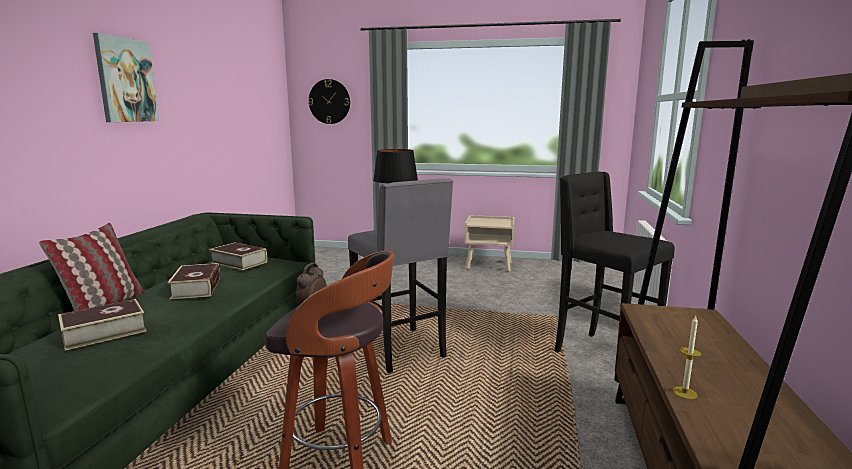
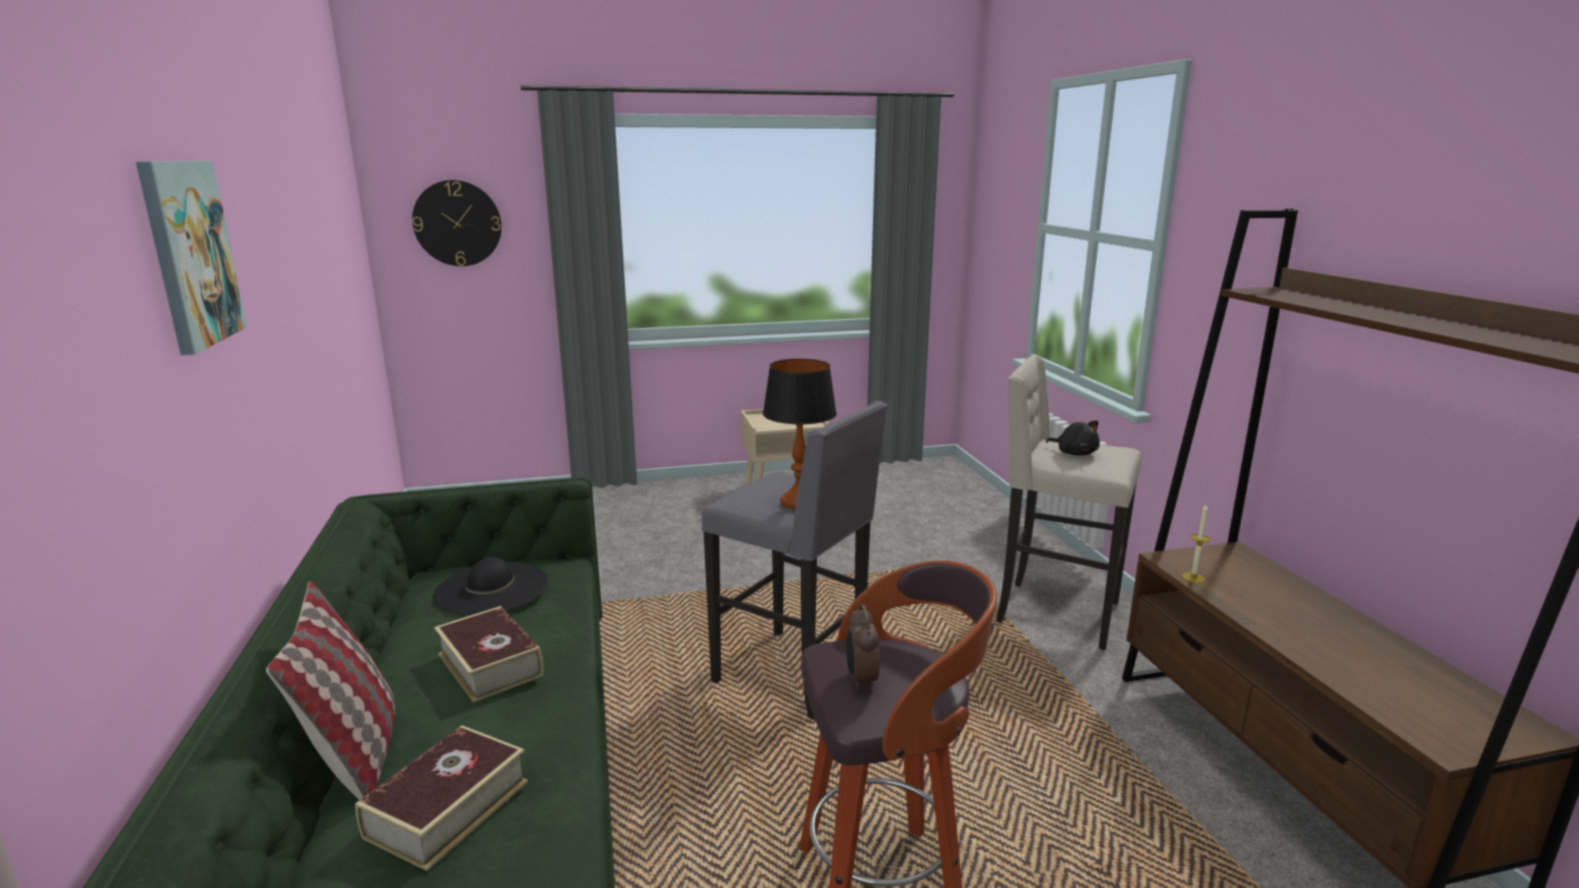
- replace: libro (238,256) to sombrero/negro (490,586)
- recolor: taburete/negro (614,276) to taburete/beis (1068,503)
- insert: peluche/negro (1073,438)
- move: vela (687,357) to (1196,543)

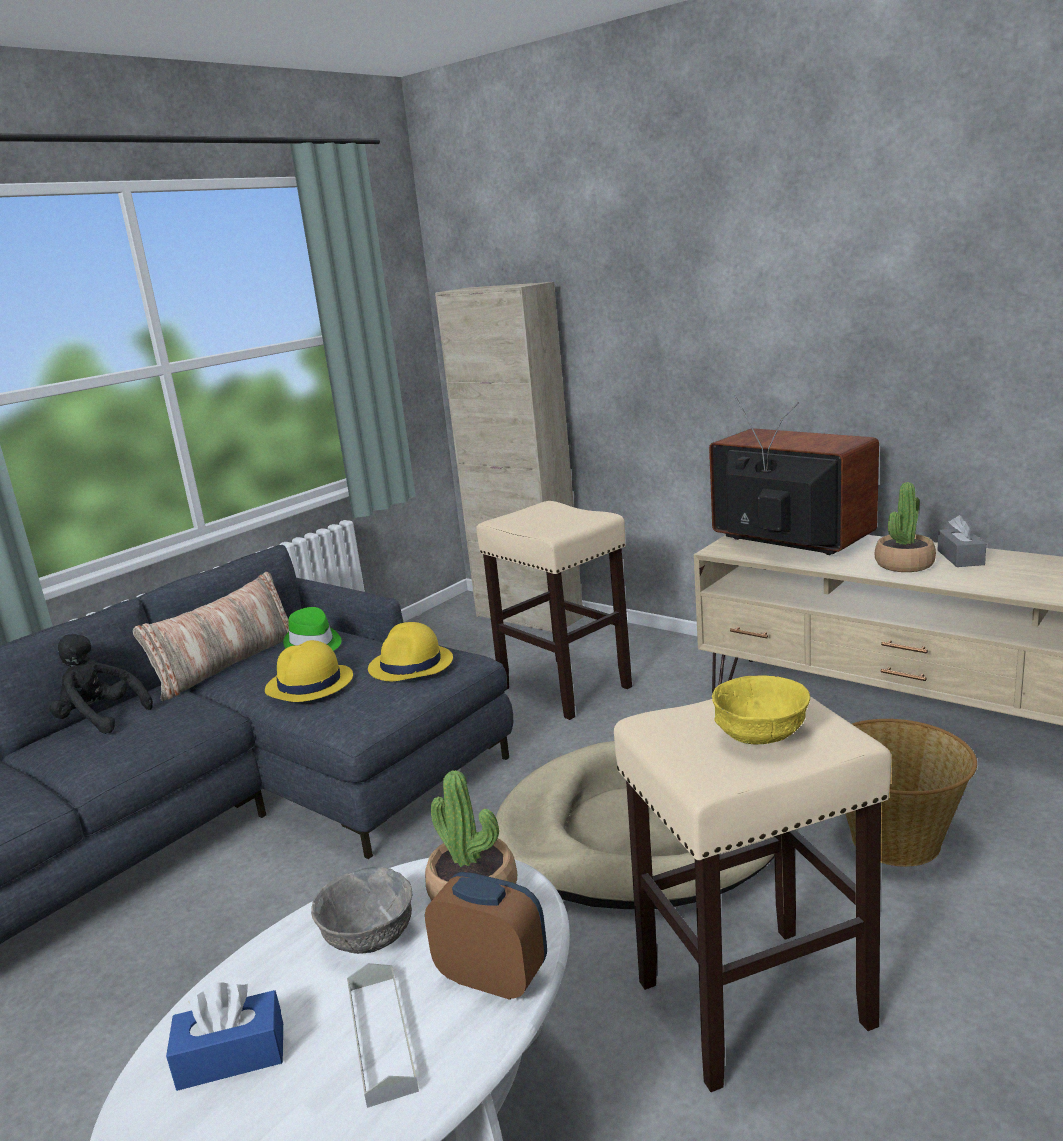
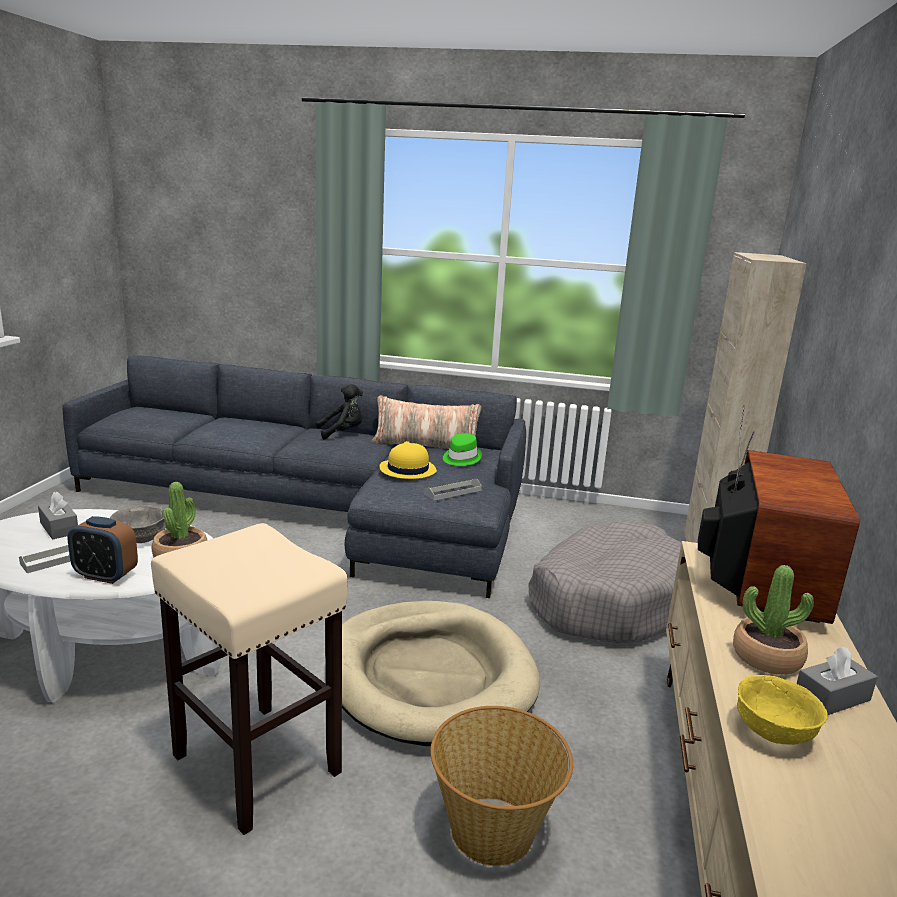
- recolor: caja de pañuelos/azul (224,1036) to caja de pañuelos/gris (58,516)
- rotate: despertador (486,936) = (103,550) 105 degrees clockwise
- rotate: peluche/negro (101,684) = (339,411) 75 degrees clockwise
- replace: sombrero/amarillo (410,651) to bandeja/gris (453,489)
- replace: taburete/beis (554,610) to cama para perro/gris (605,581)
- move: cuenco/amarillo (761,710) to (782,710)

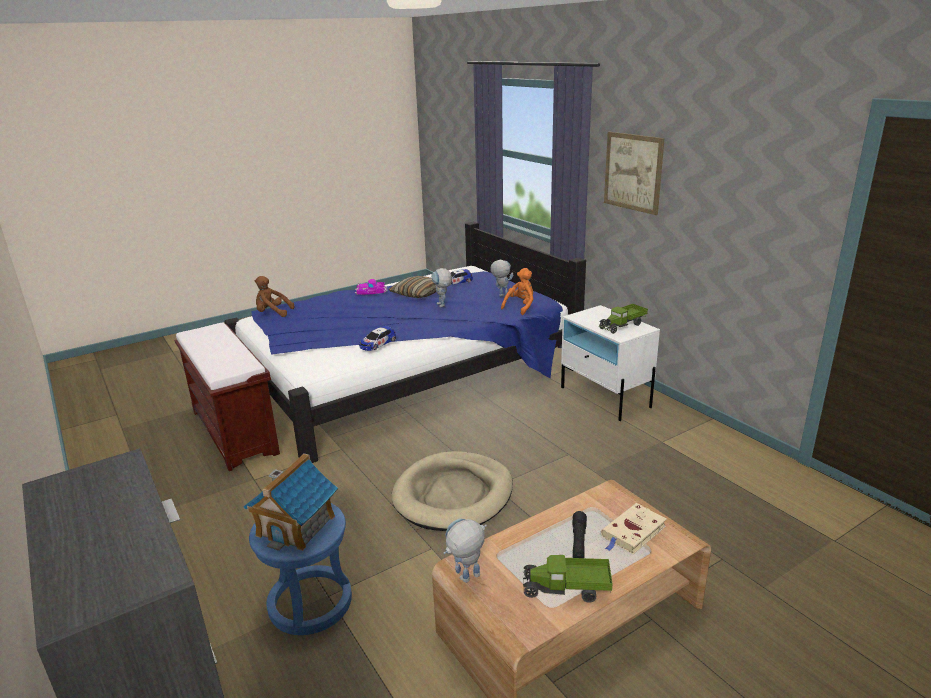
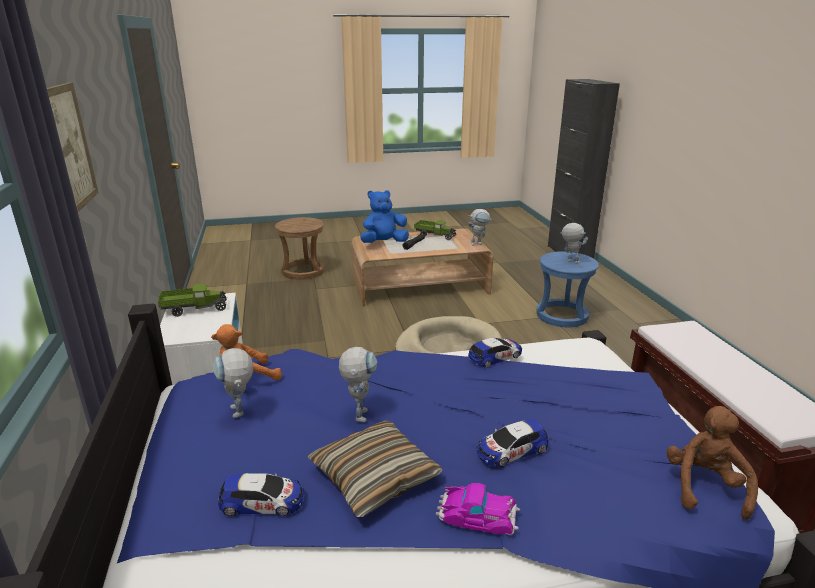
- insert: taburete/marrón (300,248)
- replace: libro/beis (634,528) to peluche/azul (384,216)
- insert: coche de juguete (513,443)
- replace: casita (290,502) to robot de juguete (574,243)
- rotate: peluche/marrón (275,296) = (712,463) 105 degrees counterclockwise

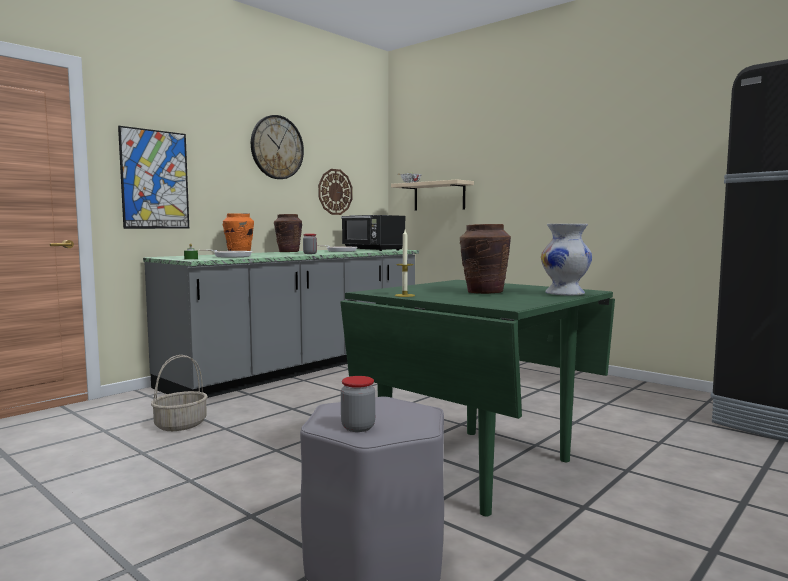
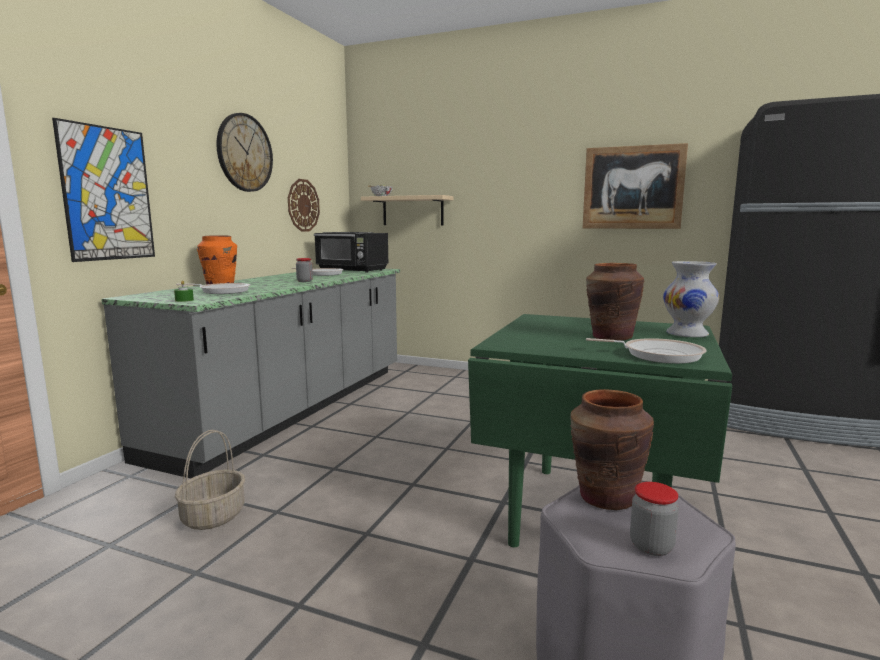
- move: florero/marrón (288,233) to (612,449)
- insert: cuadro (635,186)
- insert: sartén (646,351)
- delete: vela (405,263)

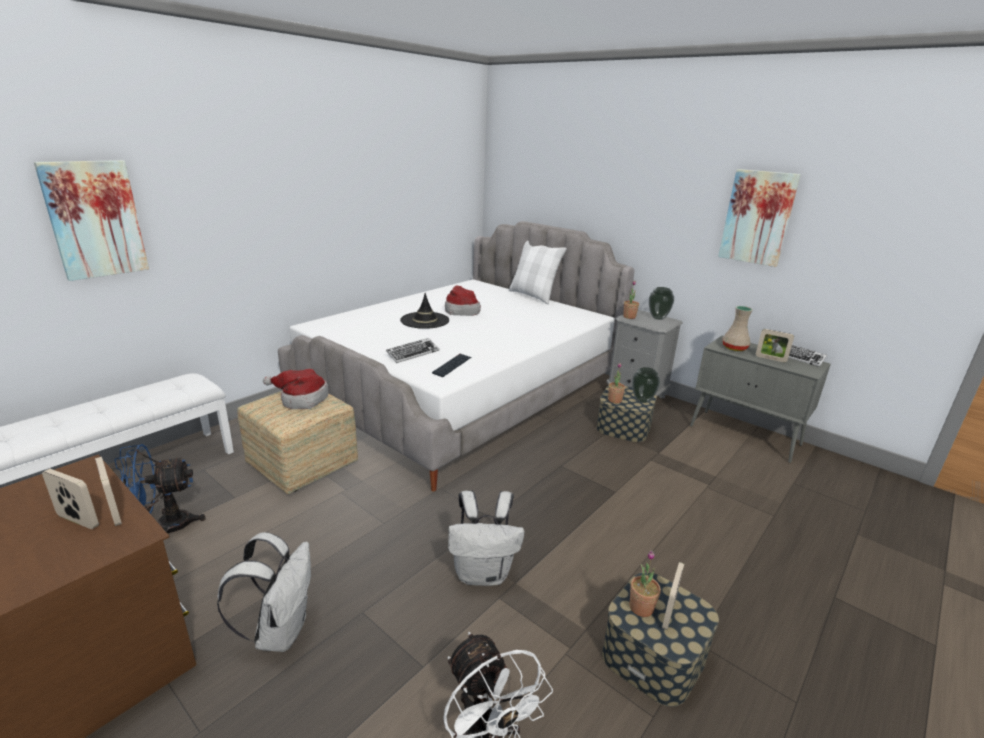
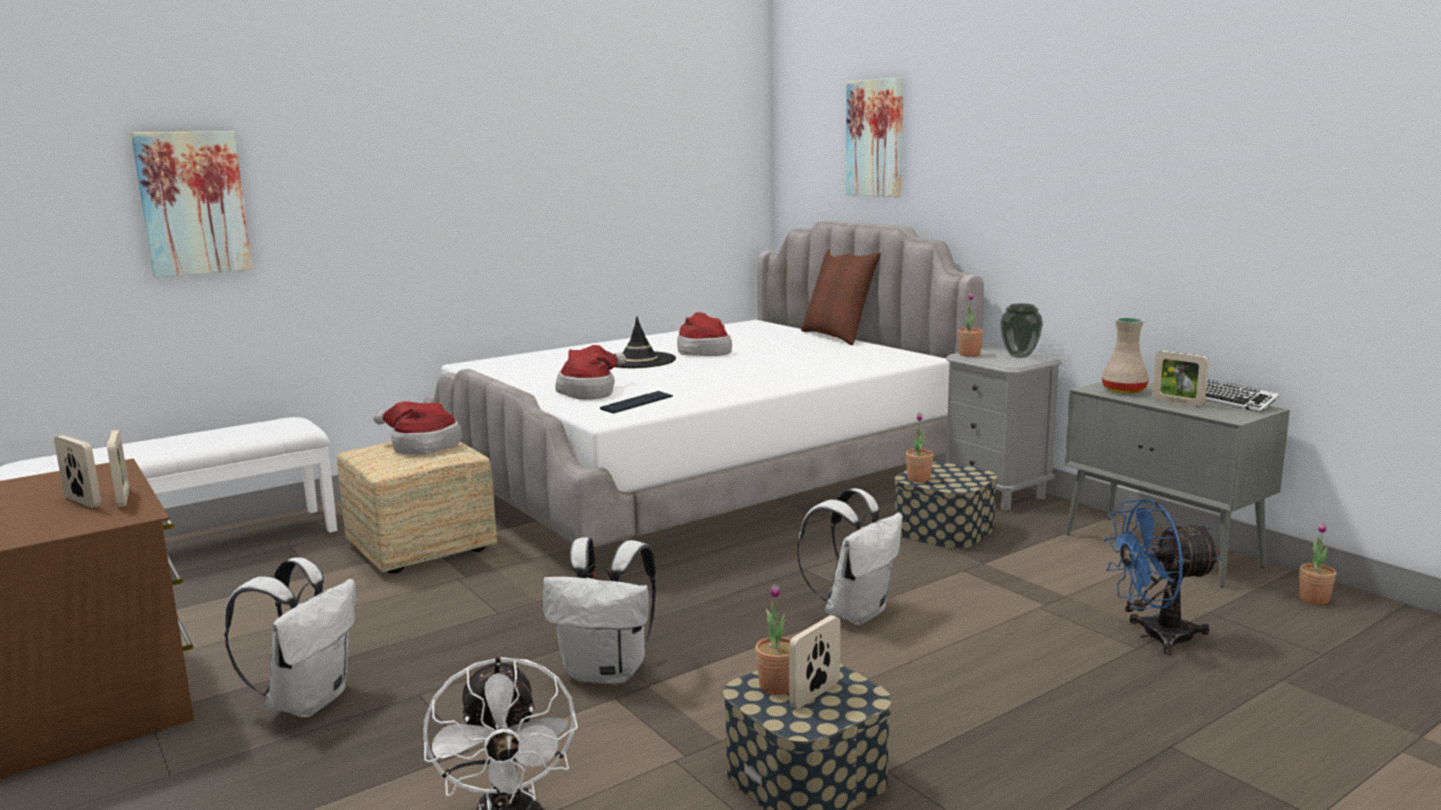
- replace: teclado (412,350) to sombrero (590,372)
- insert: mochila/blanco (850,556)
- recolor: cojín/blanco (538,272) to cojín/marrón (841,297)
- move: cuadro (759,218) to (874,137)
- move: ventilador/azul (160,489) to (1162,577)
- insert: planta en maceta (1317,564)
- delete: florero (646,385)

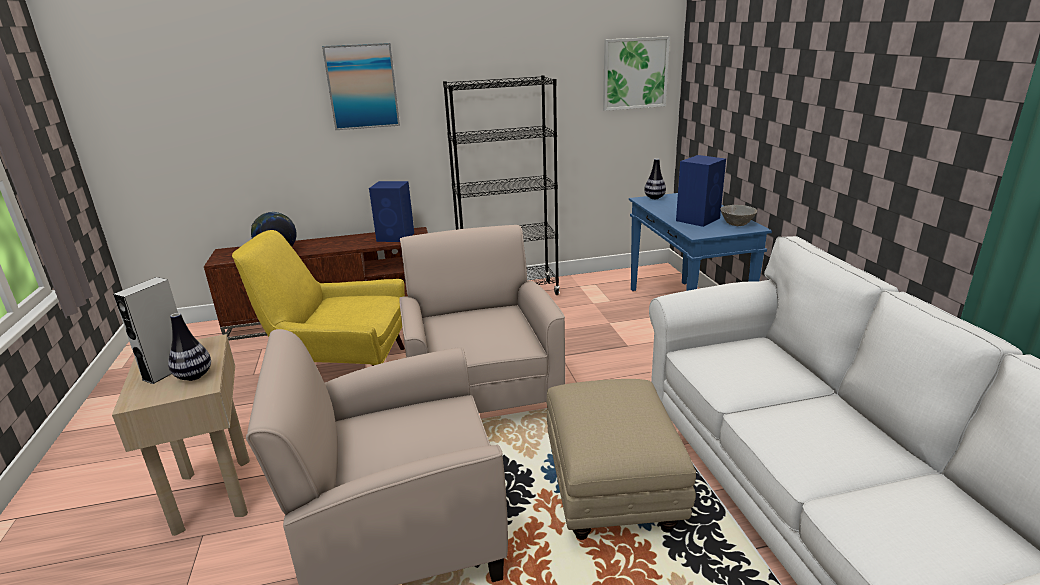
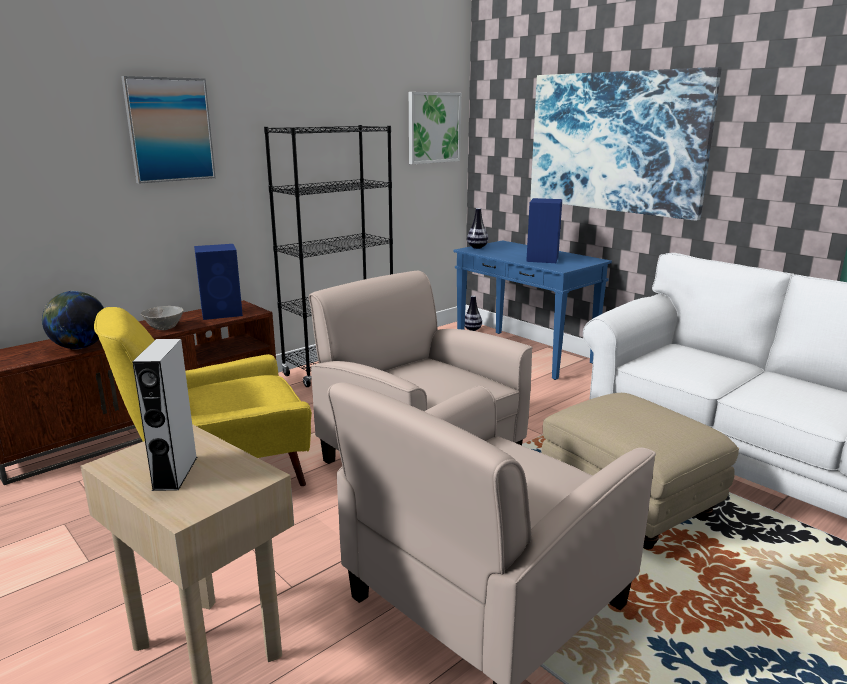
- move: cuenco/gris (738,215) to (162,318)
- move: florero (189,347) to (473,313)
- insert: cuadro (625,144)

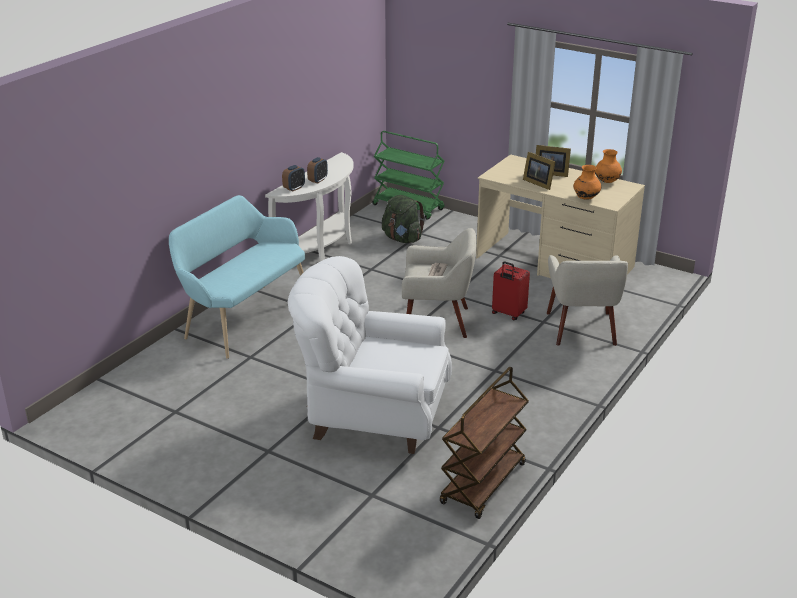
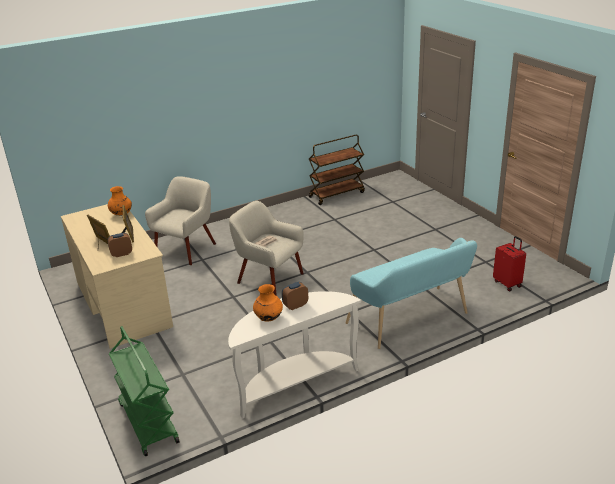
- move: despertador (293,178) to (119,245)
- move: florero/naranja (608,166) to (268,303)
- move: maleta/rojo (511,290) to (509,263)
- delete: sillón/blanco (370,355)
- delete: mochila/verde (403,219)

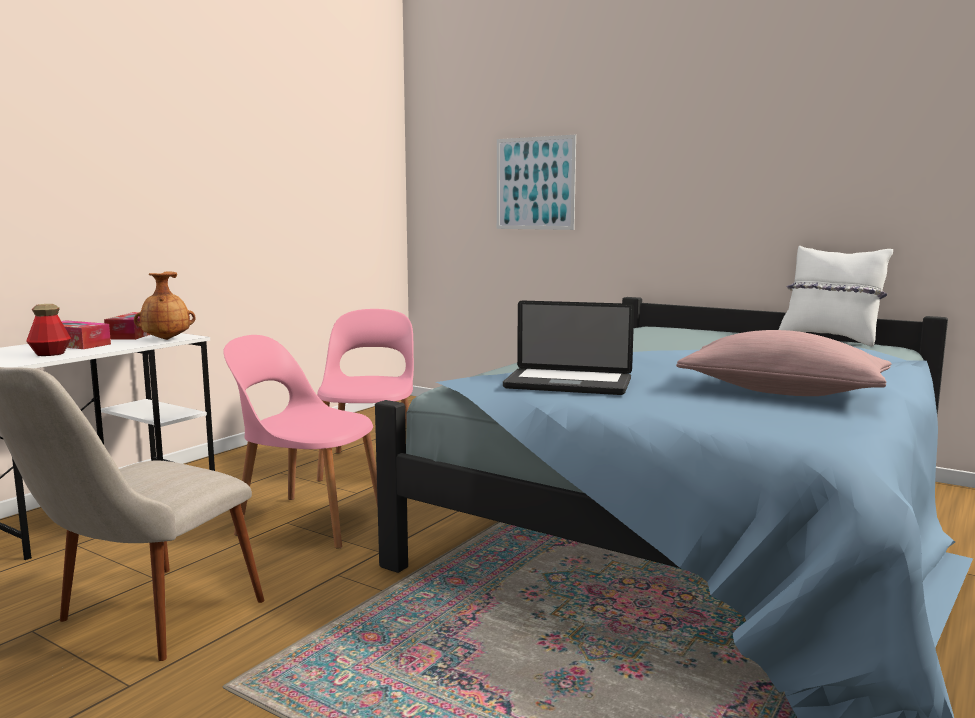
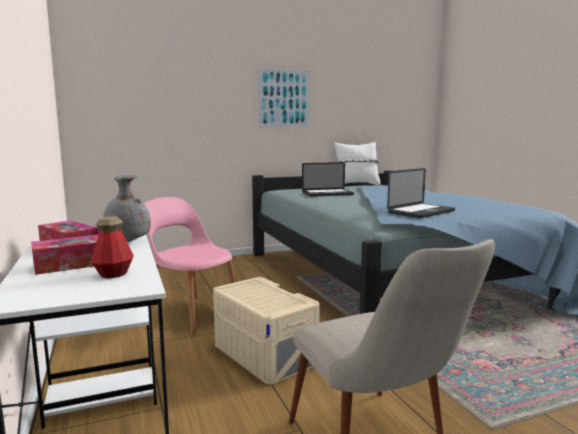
- recolor: florero/marrón (165,305) to florero/gris (127,208)
- replace: silla/rosa (300,442) to caja de almacenaje/beis (266,331)
- move: cuadro (536,182) to (283,97)
- insert: portátil (328,179)
- delete: cojín/rosa (784,363)

